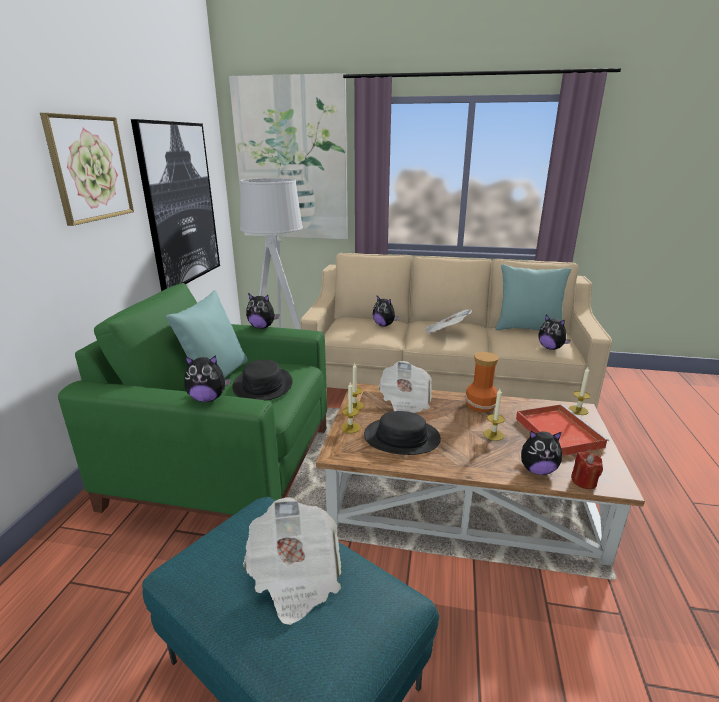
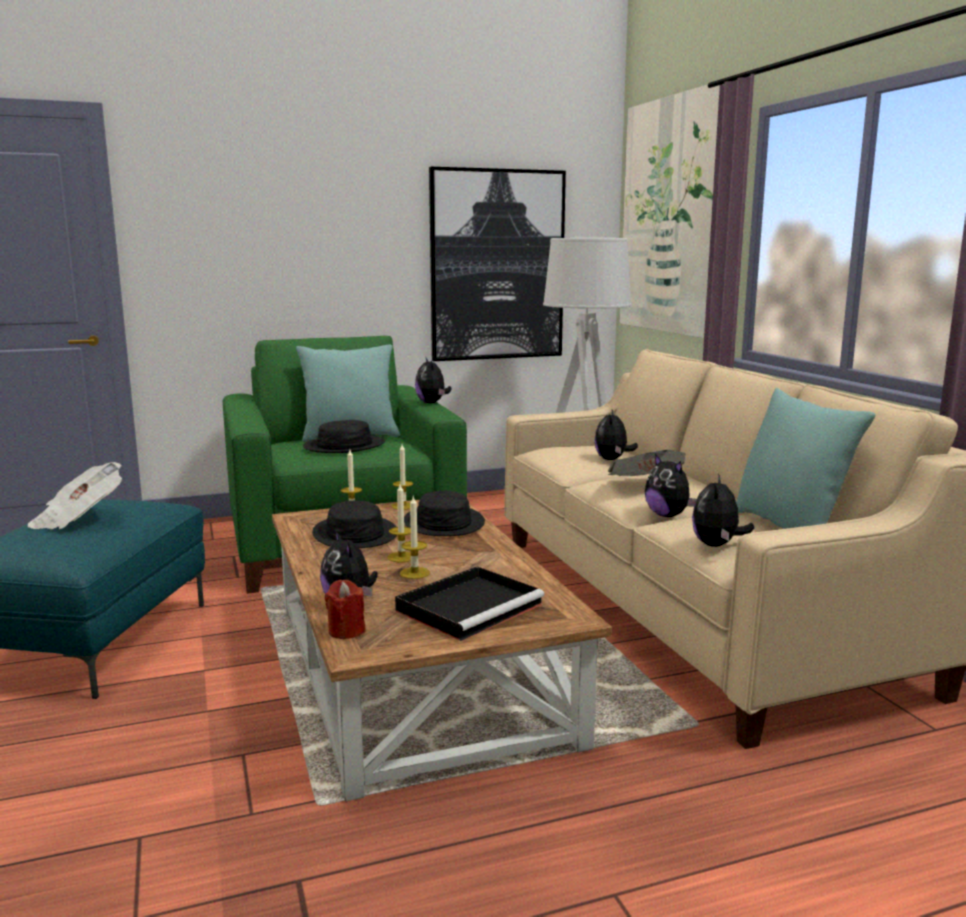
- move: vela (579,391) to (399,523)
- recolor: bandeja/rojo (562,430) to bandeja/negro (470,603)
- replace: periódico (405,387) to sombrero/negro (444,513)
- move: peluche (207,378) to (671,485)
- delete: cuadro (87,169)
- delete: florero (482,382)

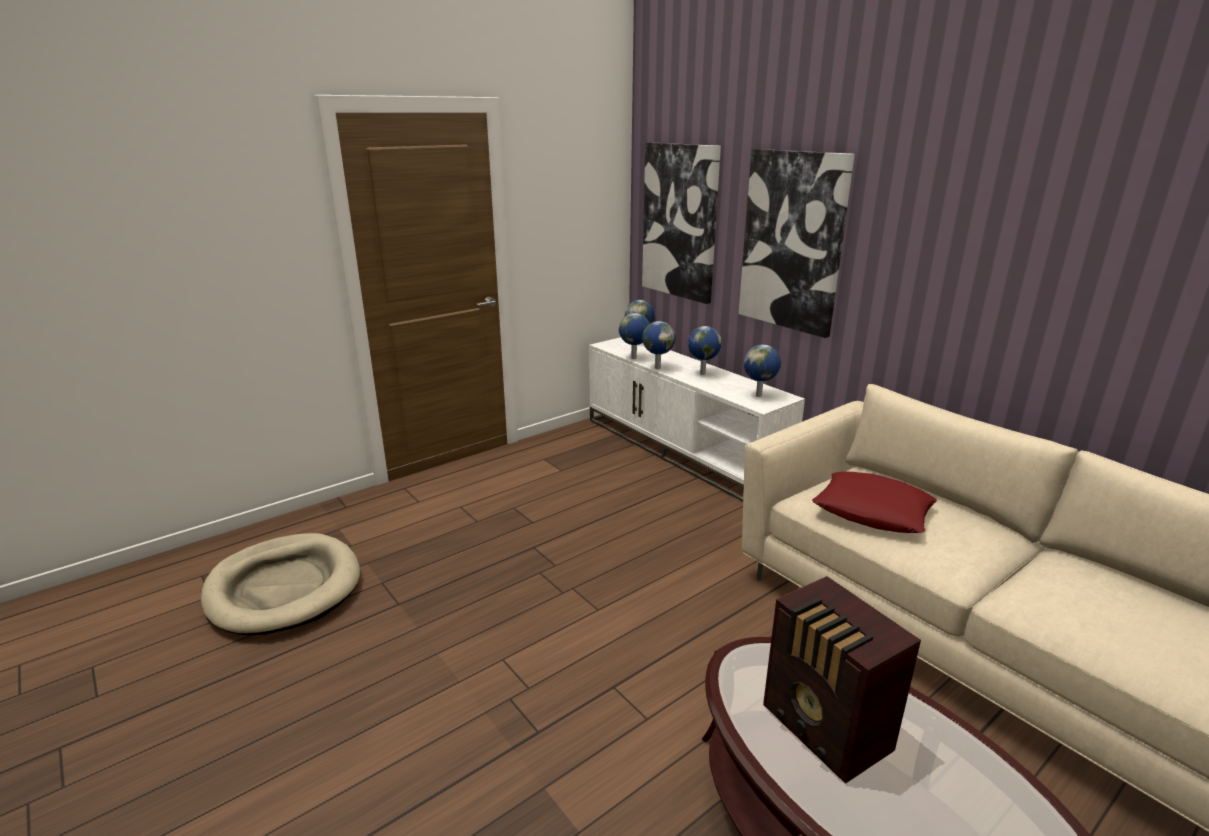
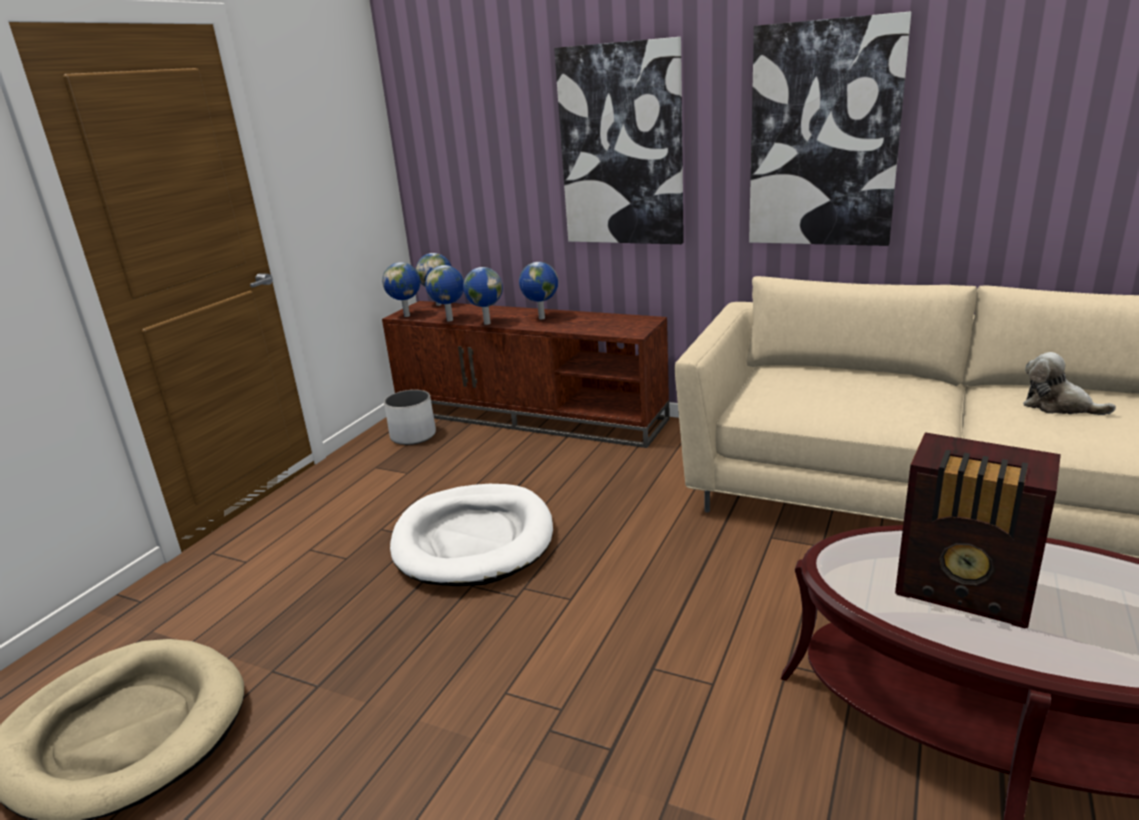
- move: globo terráqueo (762,370) to (401,289)
- recolor: mueble de televisión/blanco (697,419) to mueble de televisión/marrón (526,374)
- insert: maceta/blanco (410,417)
- insert: cama para perro/blanco (471,535)
- move: cuadro (681,223) to (830,128)
- insert: peluche (1069,383)
- delete: cojín/rojo (874,502)

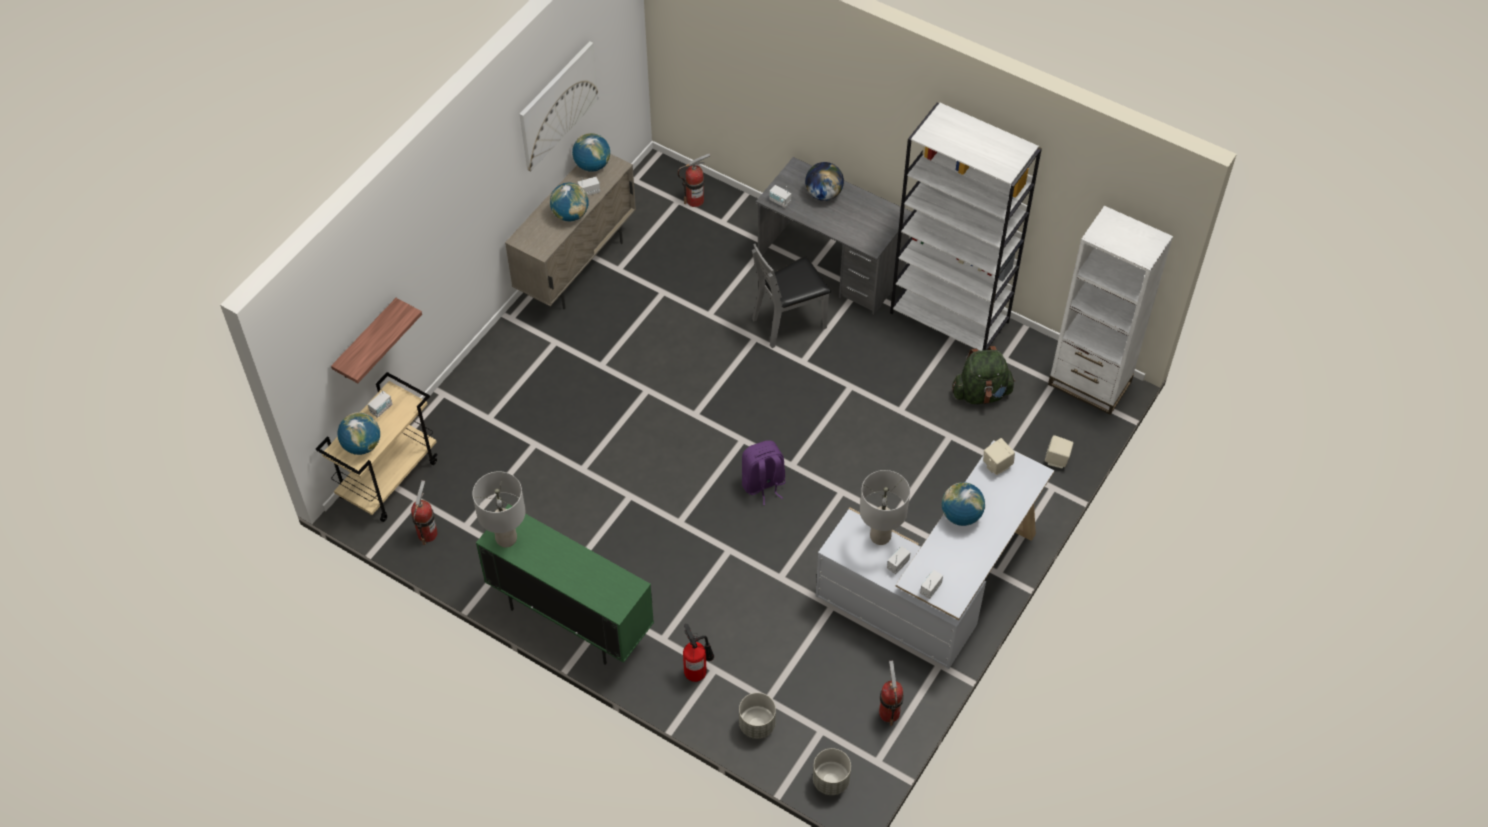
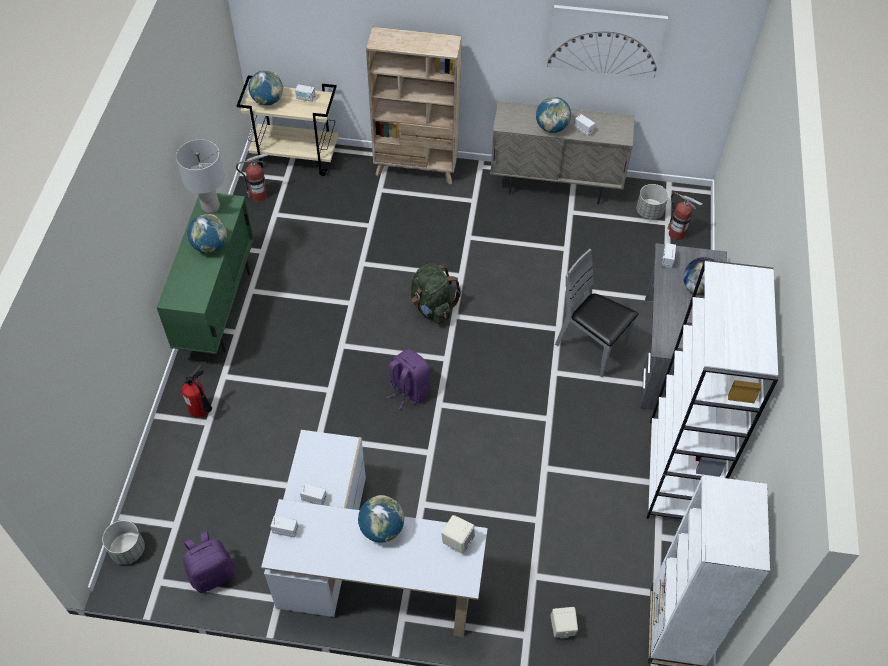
- replace: extintor (891,693) to mochila/morado (209,562)
- move: globo terráqueo (591,152) to (207,233)
- insert: estantería/beis (414,106)
- move: mochila/verde (983,375) to (436,293)
- move: maceta/gris (757,716) to (652,202)
- delete: estante (376,340)
- delete: lámpara de mesa/gris (885,507)

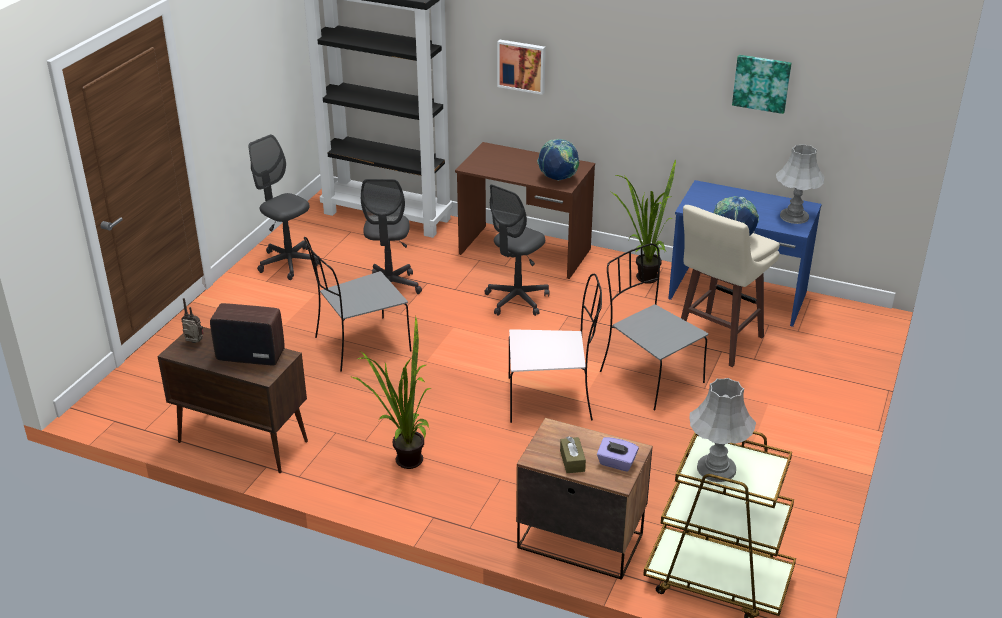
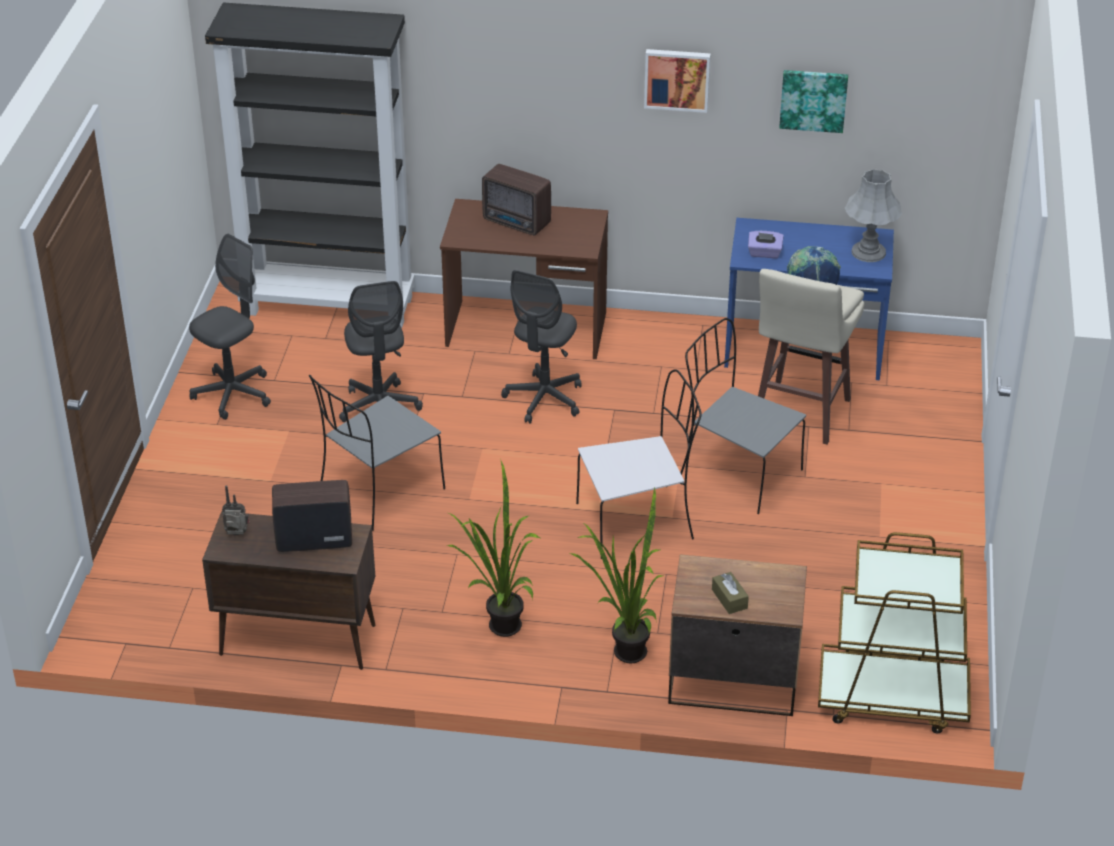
- rotate: silla de oficina/gris (284,207) = (230,327) 105 degrees clockwise
- insert: radio (516,199)
- move: planta en maceta (643,221) to (616,576)
- move: cuadro (521,67) to (677,81)
- move: caja de pañuelos/morado (618,454) to (766,244)
- delete: globo terráqueo (558,160)
- delete: lámpara de mesa/gris (722,430)

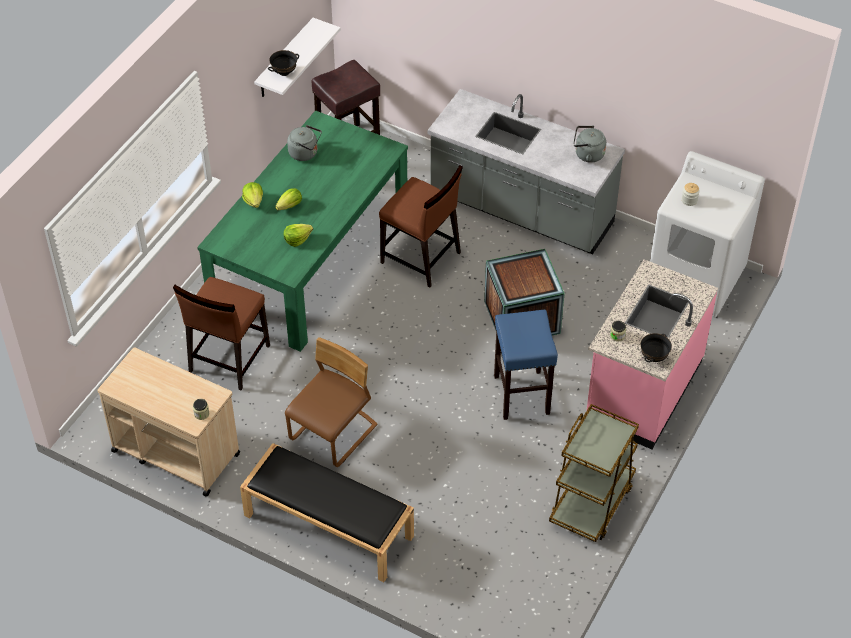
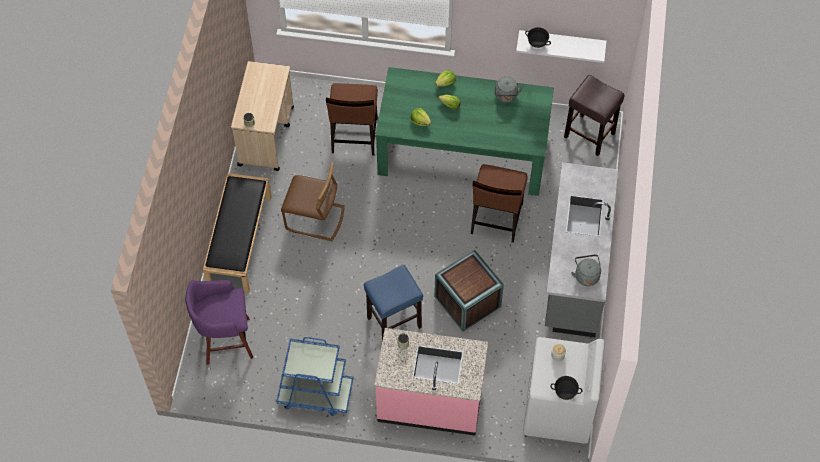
- insert: taburete/morado (219,322)
- recolor: carrito/marrón (594,473) to carrito/azul (315,376)
- rotate: silla/marrón (221,333) = (352,119) 90 degrees counterclockwise
- move: cuenco/negro (656,347) to (566,388)

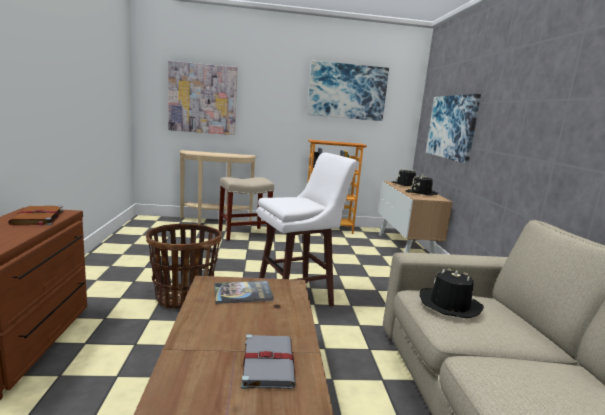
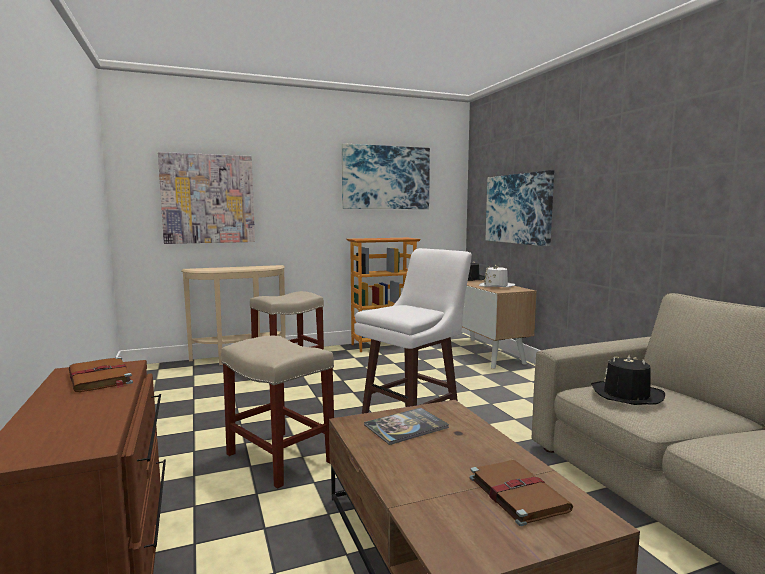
- replace: cesta (184,266) to taburete/beis (277,412)
- recolor: libro/gris (268,361) to libro/marrón (521,493)
- recolor: sombrero/negro (422,185) to sombrero/blanco (497,275)

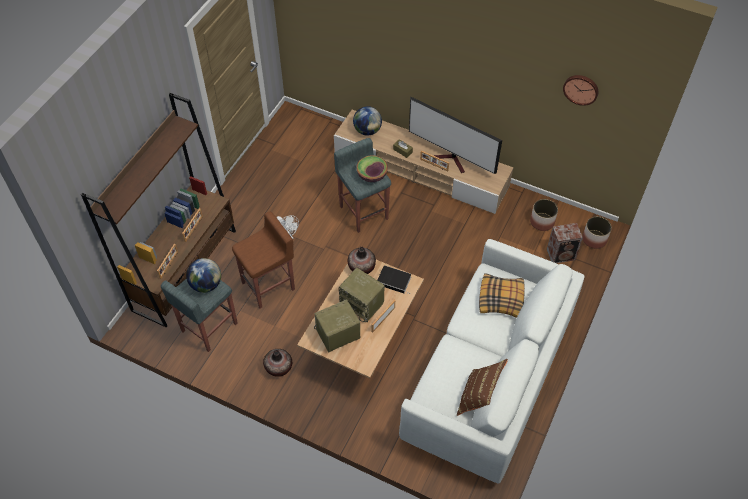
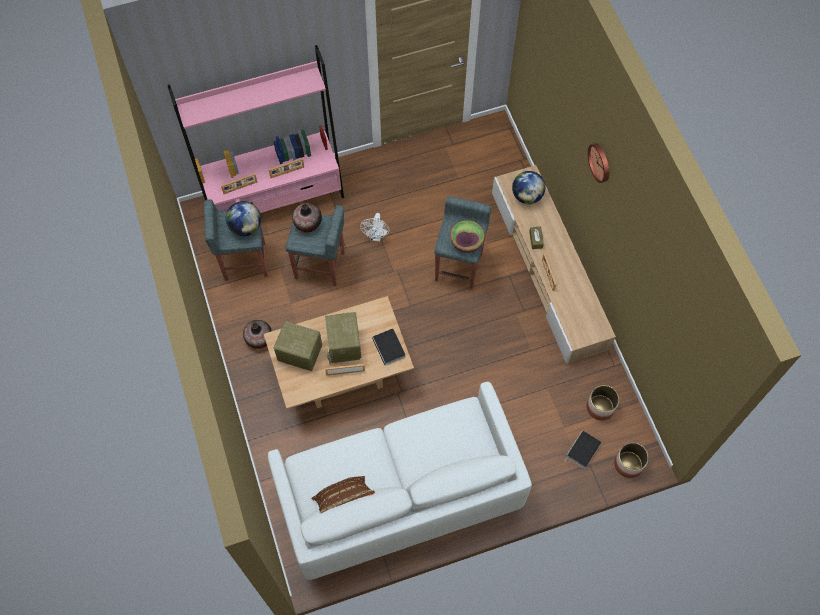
- recolor: estantería/marrón (158,210) to estantería/rosa (255,129)
- recolor: taburete/marrón (263,259) to taburete/gris (315,245)
- move: florero (362,260) to (307,217)
- replace: altavoz (565,243) to libro (582,449)
- move: reloj de pared (581,90) to (598,163)
- delete: televisor (455,135)
- delete: cojín (502,295)

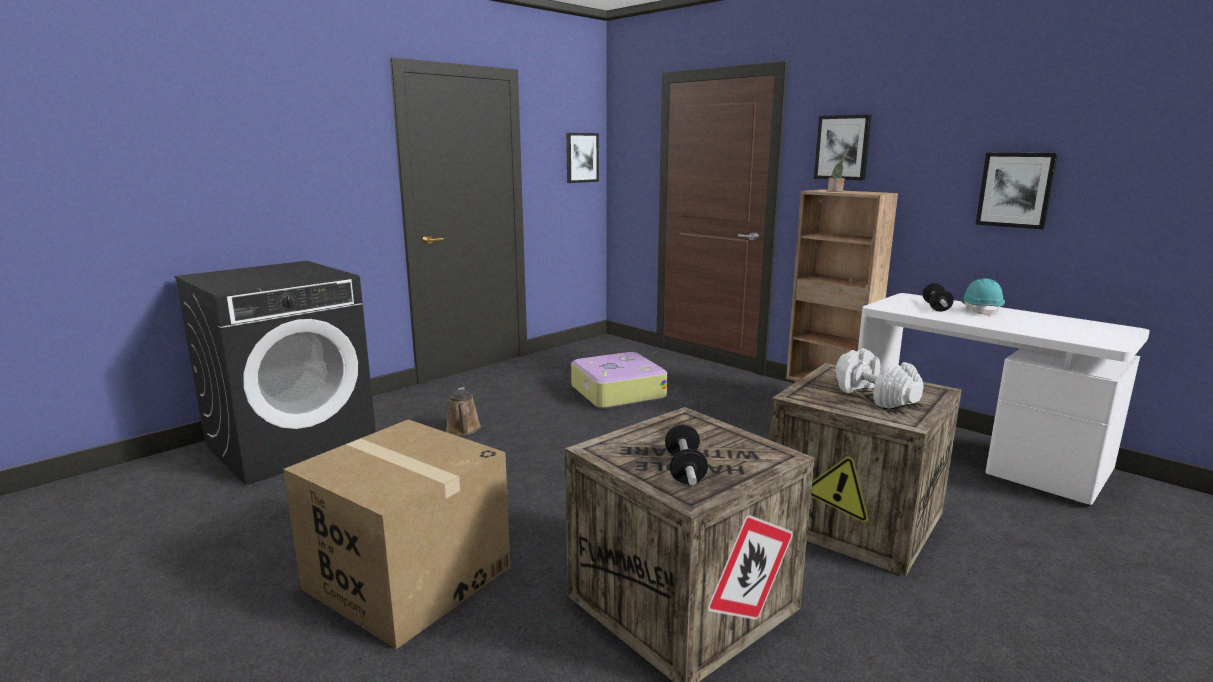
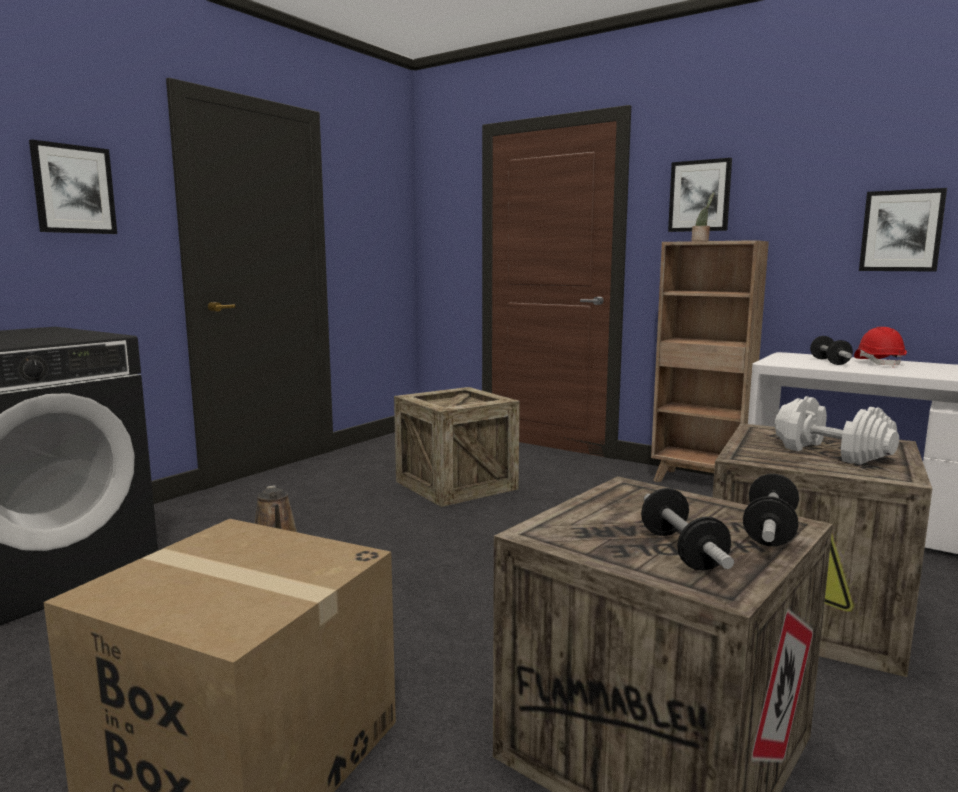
- move: cuadro (582,158) to (73,187)
- replace: maleta (619,380) to caja de embalaje (457,447)
- insert: mancuerna (771,510)
- recolor: casco/turquesa (983,297) to casco/rojo (880,347)

